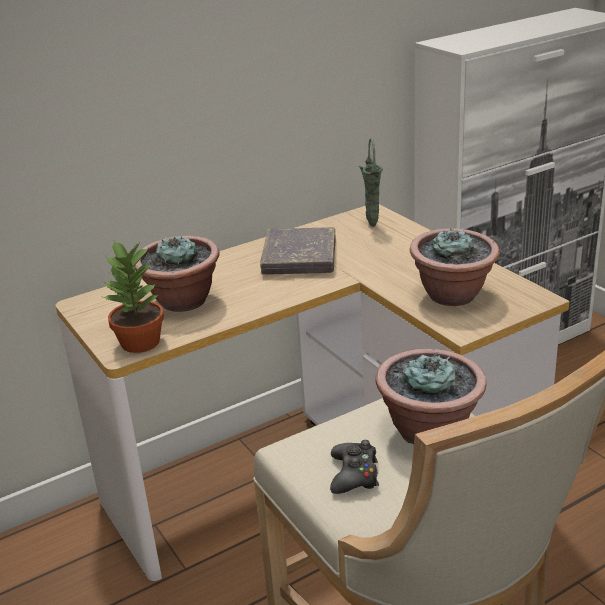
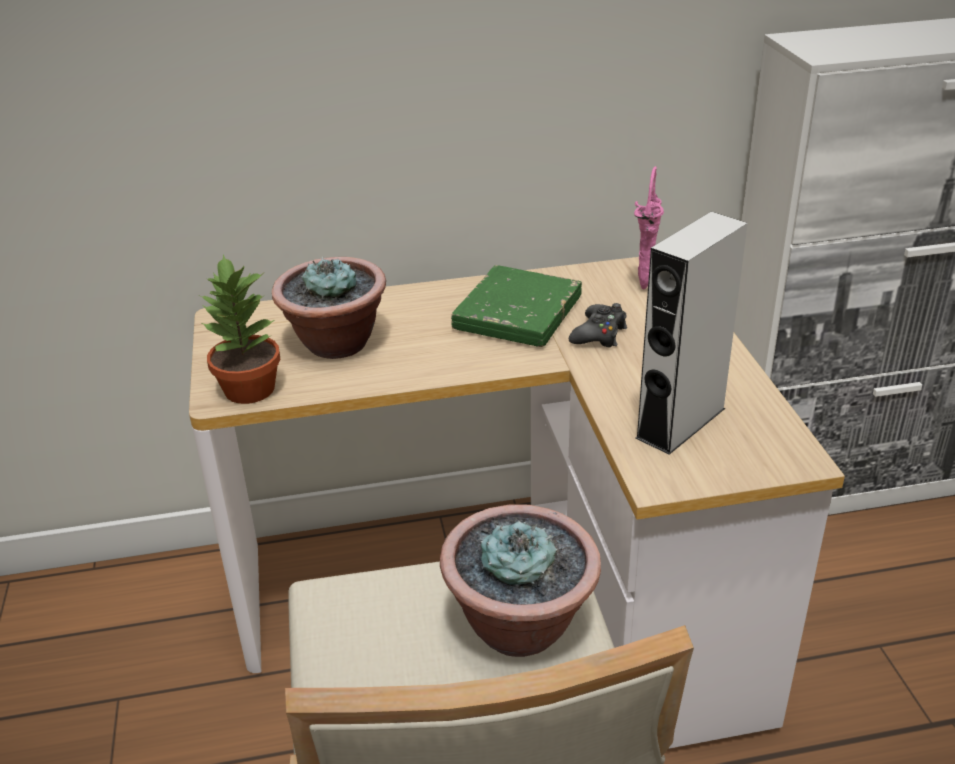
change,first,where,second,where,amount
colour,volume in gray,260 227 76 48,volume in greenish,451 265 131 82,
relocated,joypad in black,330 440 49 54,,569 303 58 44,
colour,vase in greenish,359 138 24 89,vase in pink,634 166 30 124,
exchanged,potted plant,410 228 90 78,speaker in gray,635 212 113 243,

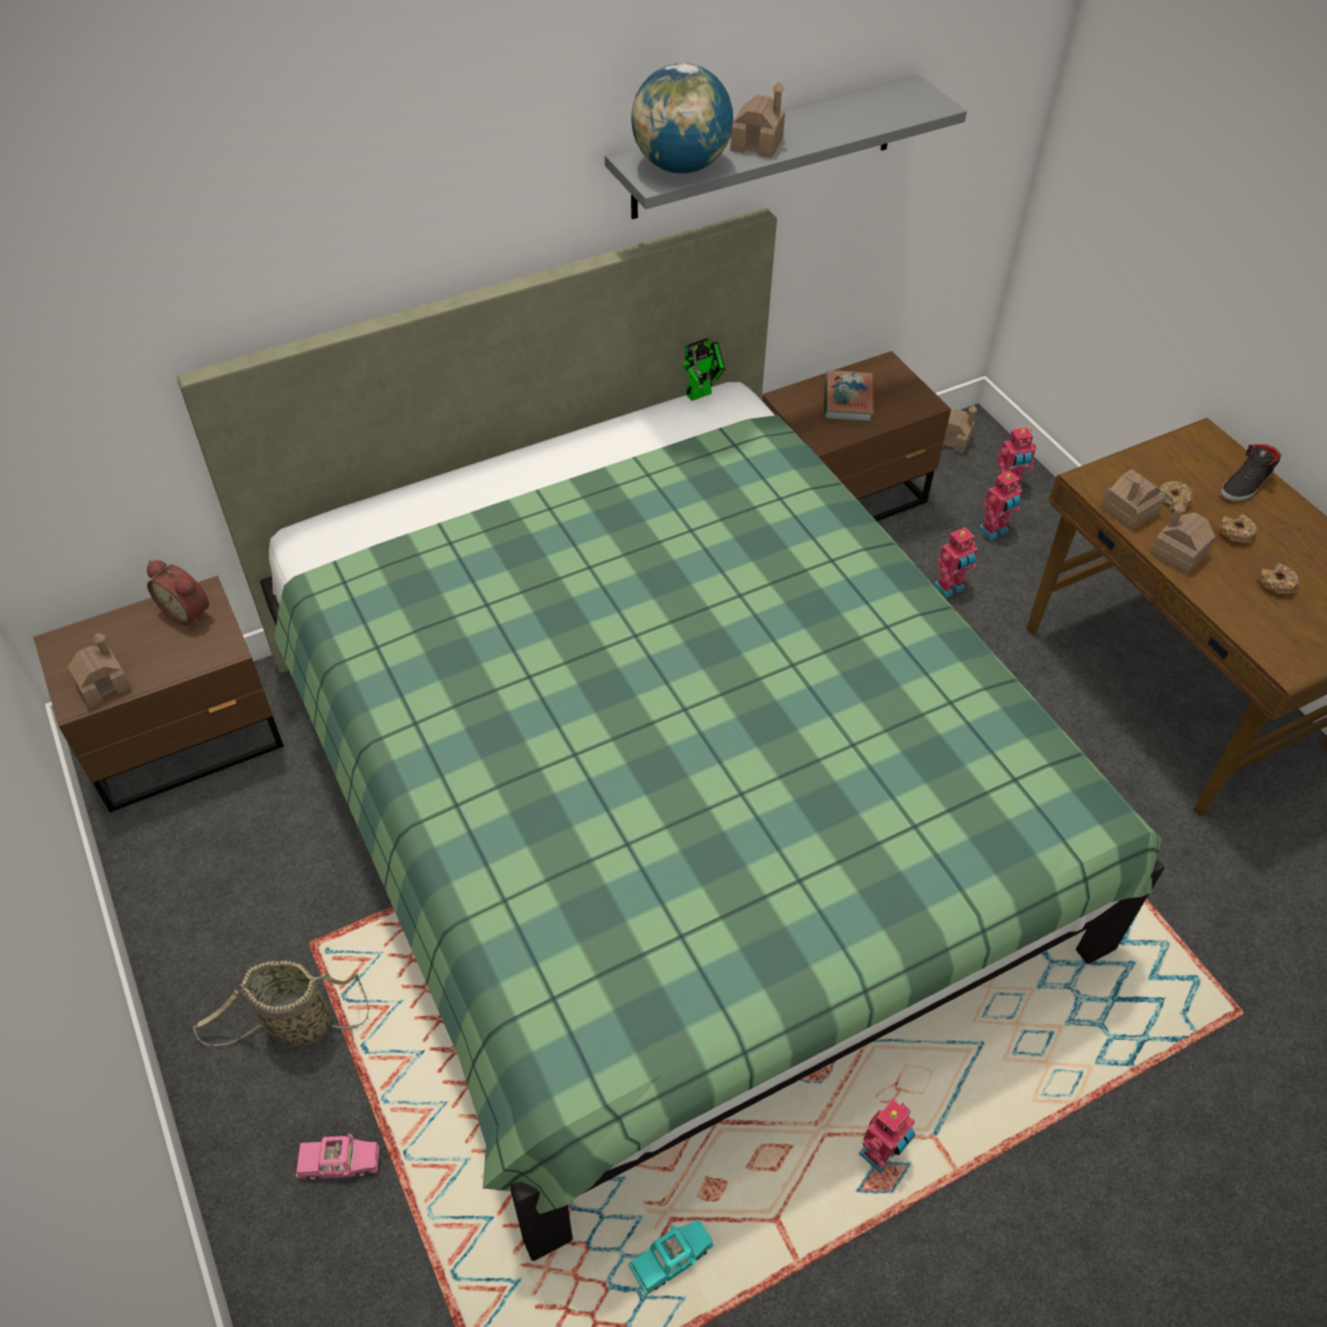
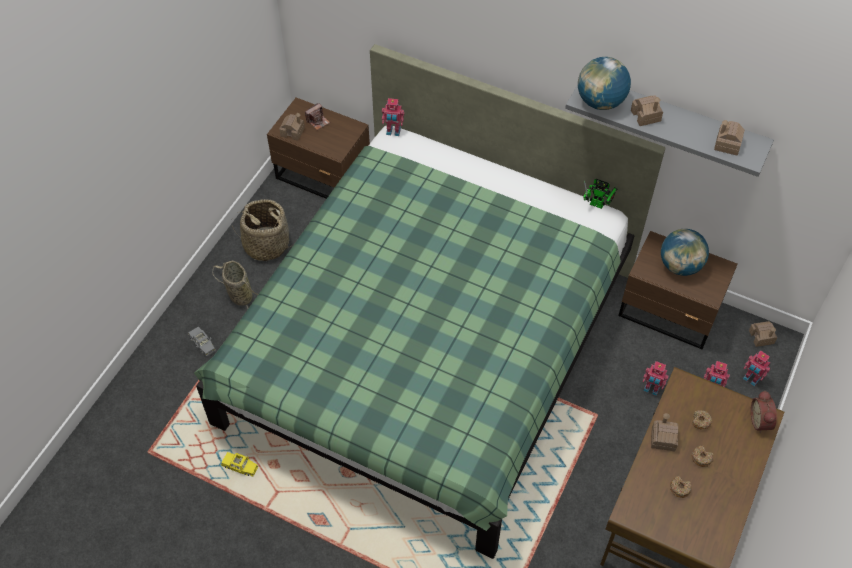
change,first,where,second,where,amount
colour,toy car in pink,296 1133 84 47,toy car in gray,188 326 28 31,
colour,toy car in blue-green,628 1219 86 76,toy car in yellowish,221 452 37 25,
appeared,,,storage basket,232 199 62 62,
appeared,,,still camera,305 103 25 27,
relocated,toy robot,859 1099 56 73,,382 98 22 38,
exchanged,volume,824 371 50 51,globe,661 229 48 47,
relocated,toy house,1101 469 64 61,,714 120 31 36,
relocated,alarm clock,147 560 62 65,,751 391 26 42,
missing,low shoe in black,1220 444 61 57,,,

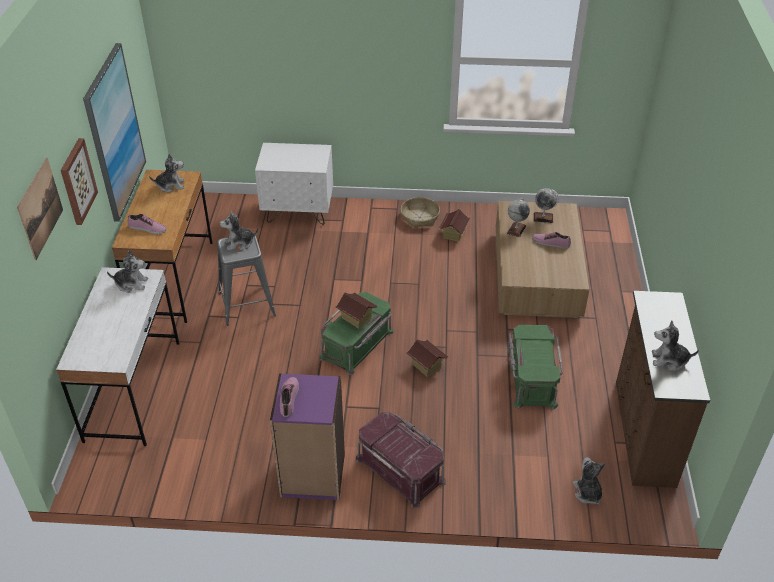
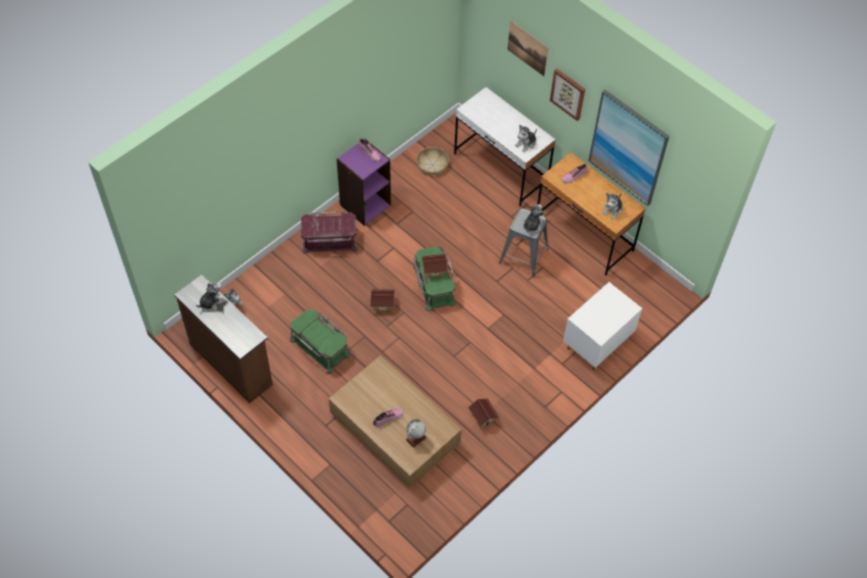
change,first,where,second,where,amount
relocated,storage basket,401 197 39 31,,416 147 33 28,
missing,globe,507 198 23 39,,,

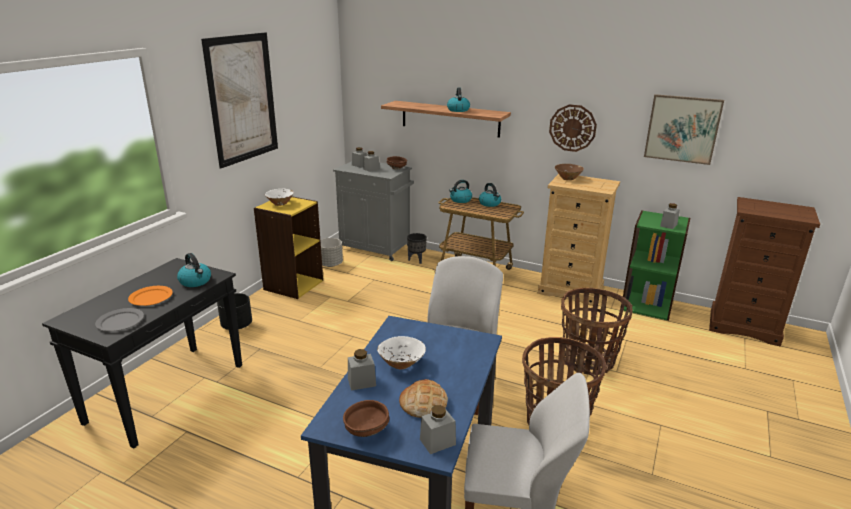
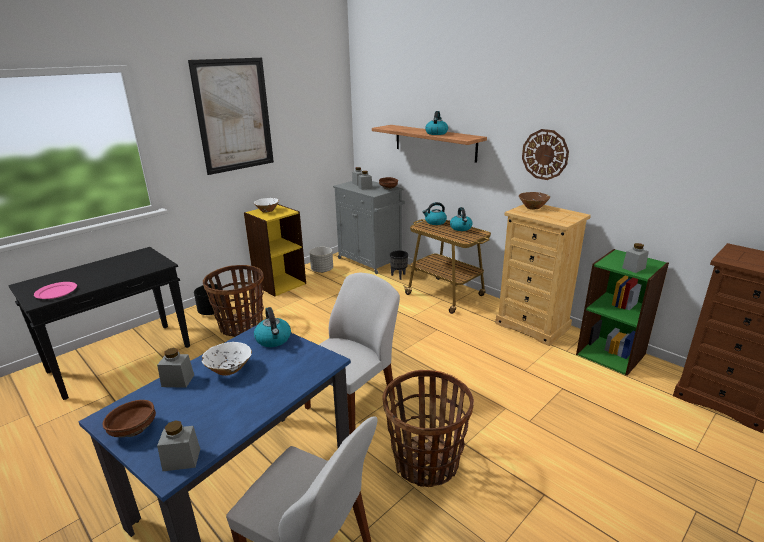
change,first,where,second,where,amount
colour,plate in gray,95 308 49 23,plate in pink,34 282 43 17,
relocated,storage basket,561 287 72 88,,203 265 61 72,
relocated,tea kettle,177 253 34 34,,254 307 37 40,
missing,plate in orange,128 286 45 20,,,
missing,baked bread,399 379 49 39,,,
missing,wall art,644 94 80 71,,,

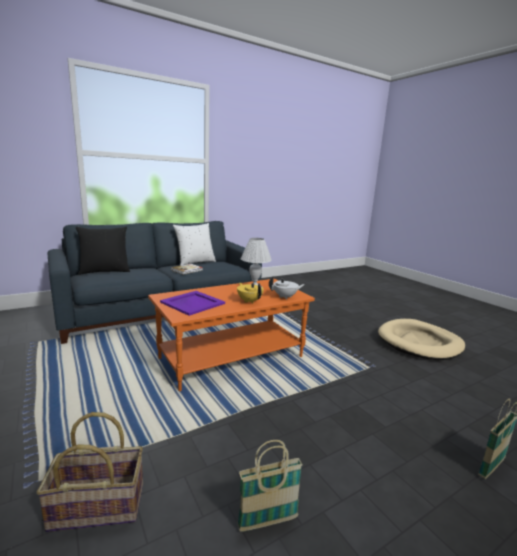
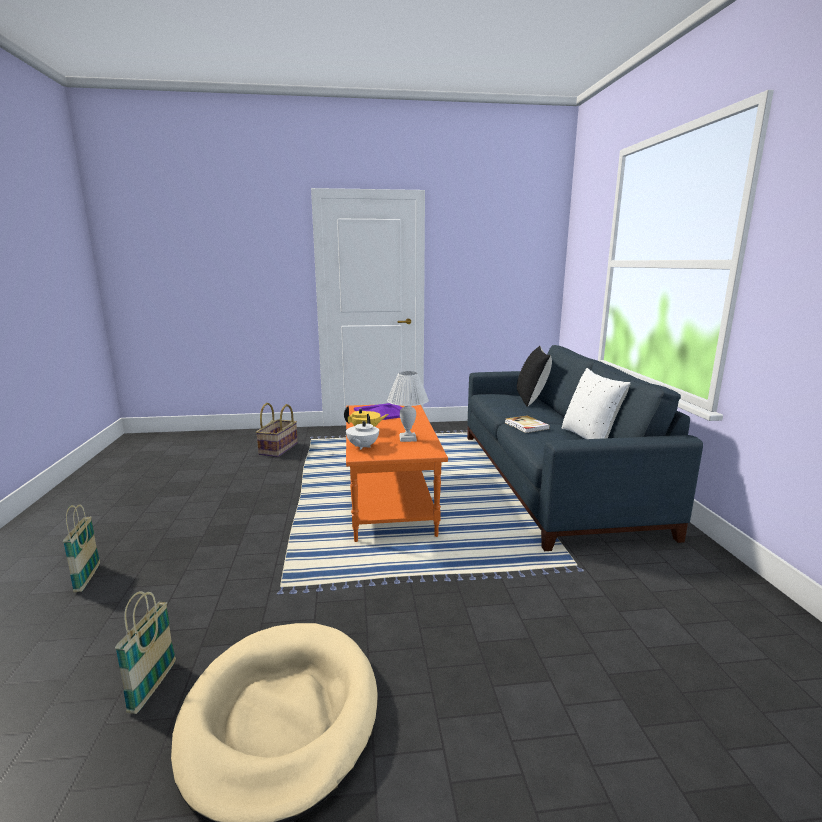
change,first,where,second,where,amount
relocated,storage basket,237 440 66 92,,115 591 61 123,

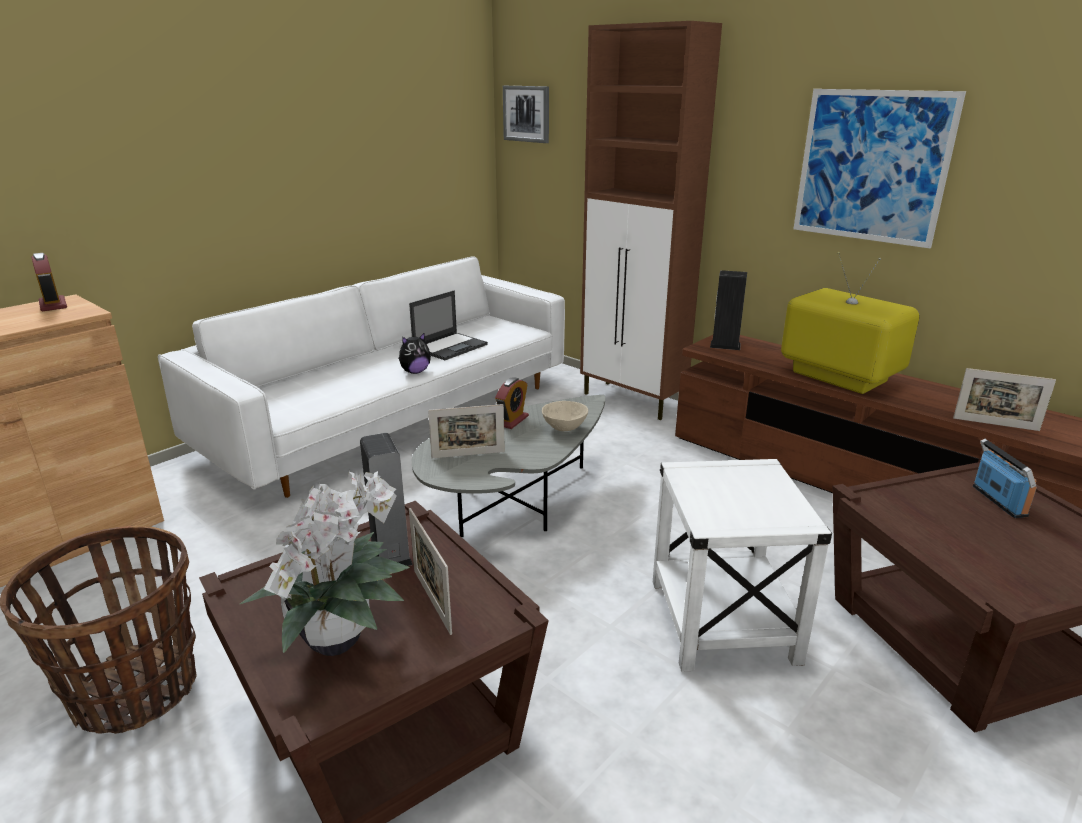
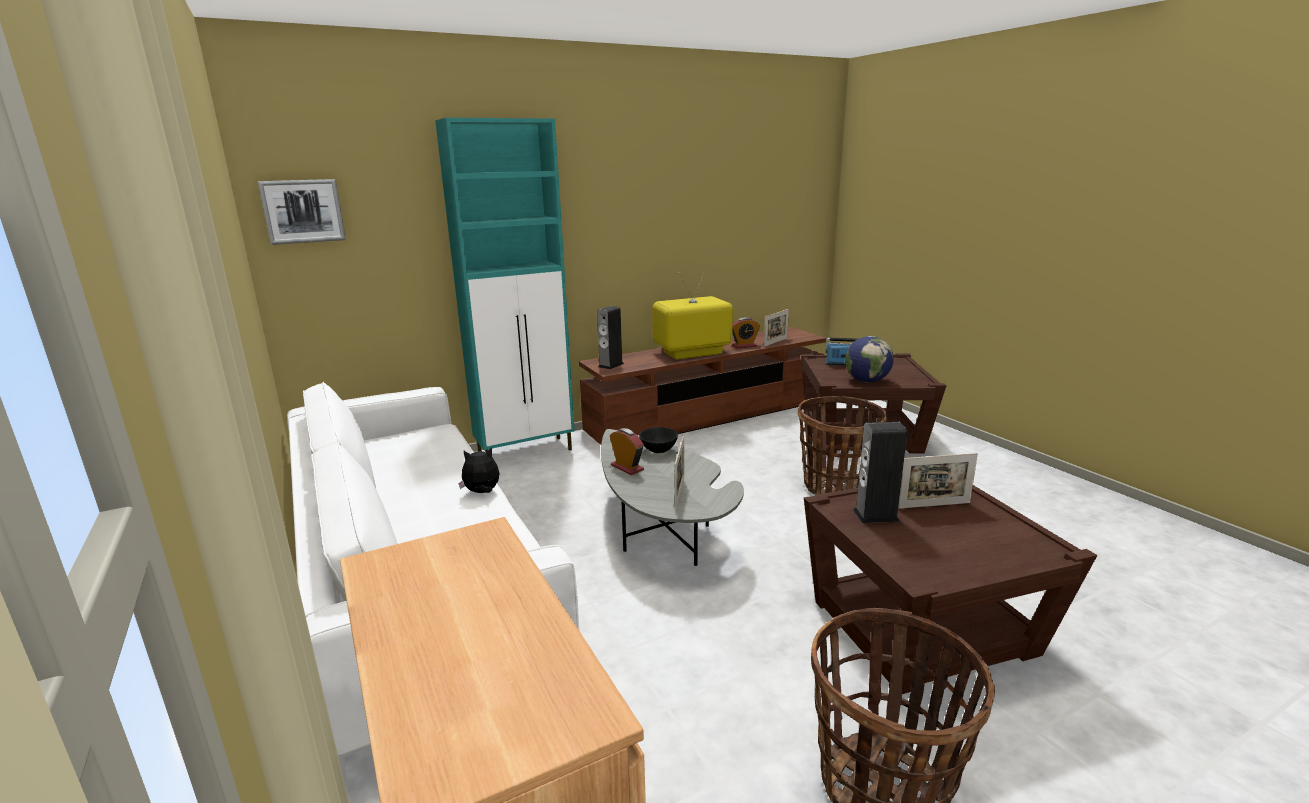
change,first,where,second,where,amount
colour,cupboard in brownish,580 21 142 399,cupboard in blue-green,435 118 140 334,
spun,soft toy,399 332 32 42,,459 447 40 46,90 degrees counterclockwise
colour,serving bowl in sand-coloured,542 401 46 30,serving bowl in black,639 427 39 26,
relocated,alarm clock,32 253 35 58,,732 317 28 31,
exchanged,side table in white,653 459 179 213,storage basket,798 396 89 100,
appeared,,,globe,845 336 49 47,
missing,potted plant,240 468 170 188,,,
missing,portable computer,409 290 79 70,,,
missing,wall art,794 89 172 159,,,

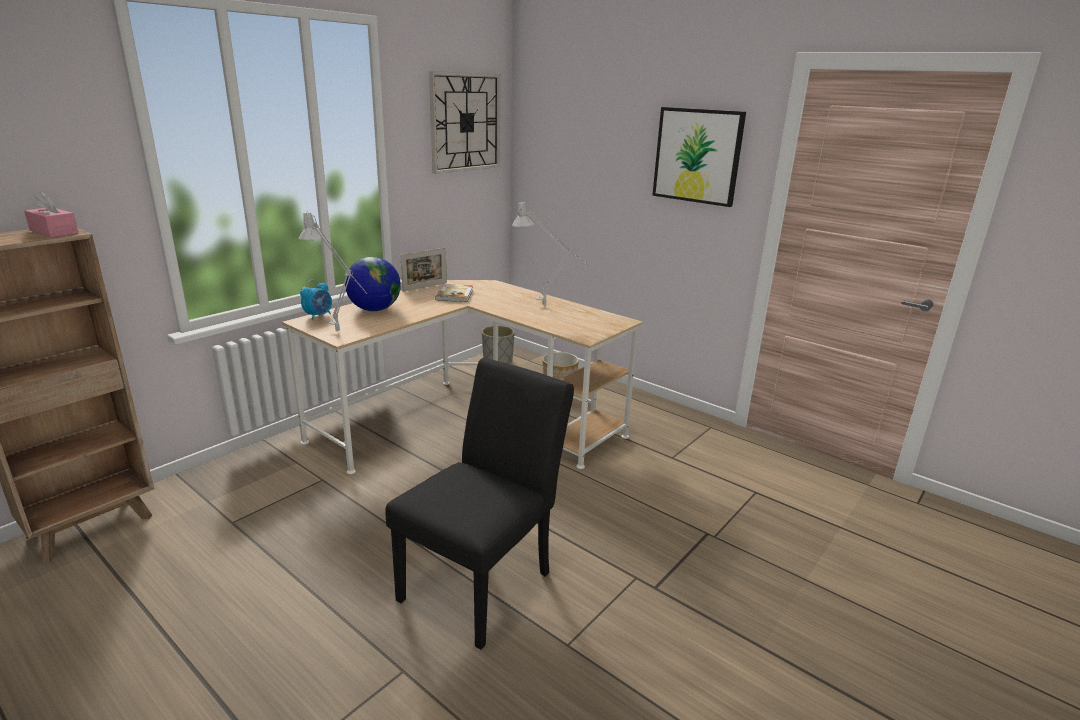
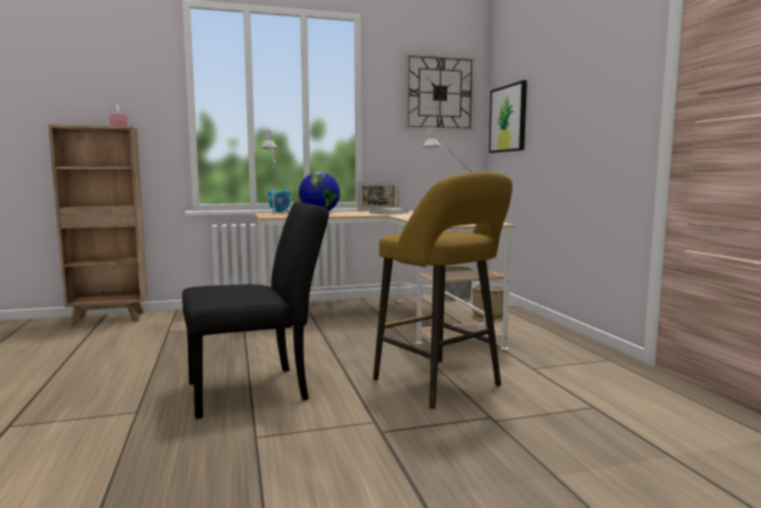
change,first,where,second,where,amount
appeared,,,stool in yellowish,373 172 140 237,
relocated,wall art,652 107 94 100,,489 80 38 73,

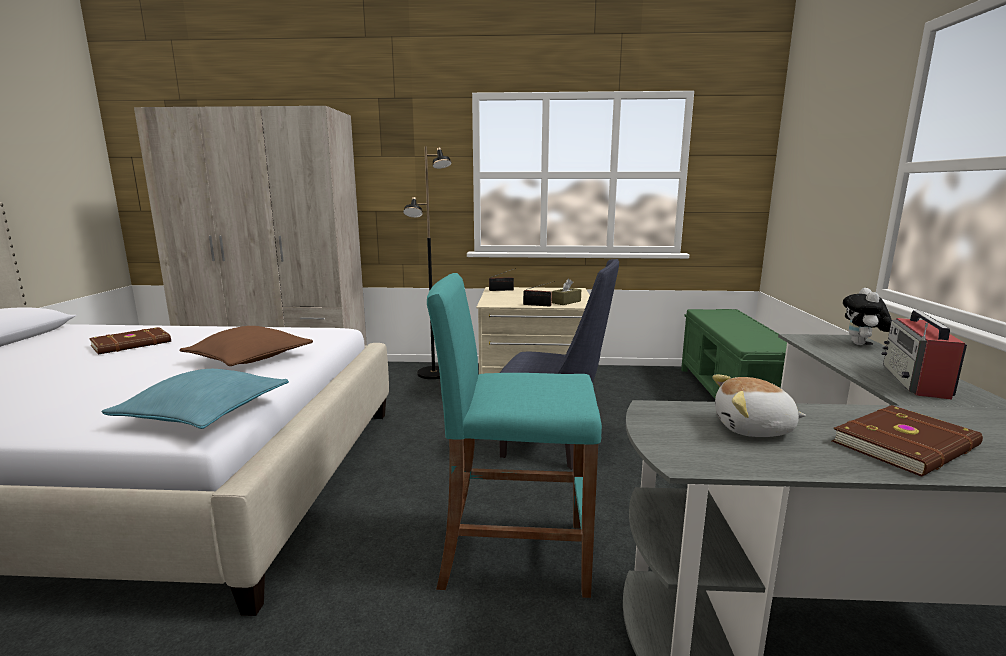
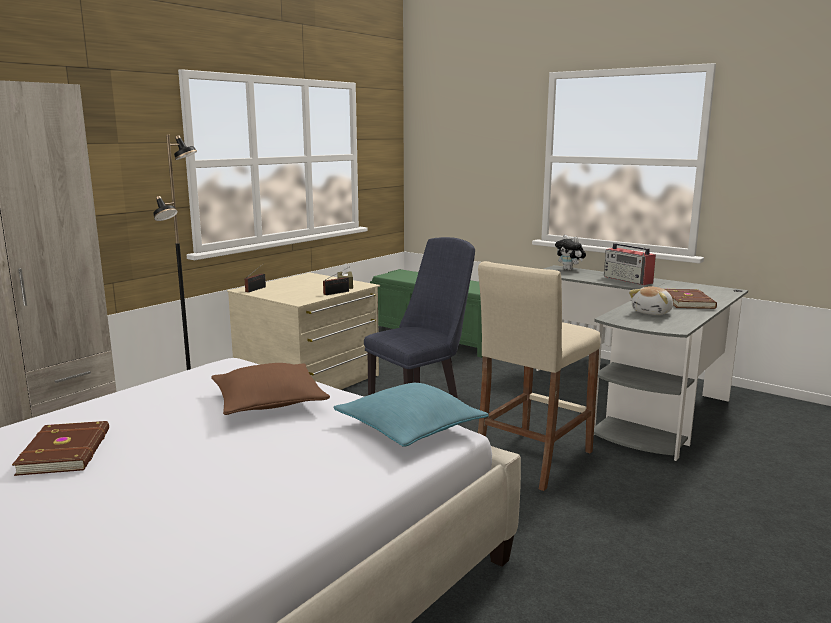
change,first,where,second,where,amount
colour,stool in blue-green,427 273 175 325,stool in sand-coloured,478 261 122 230,

